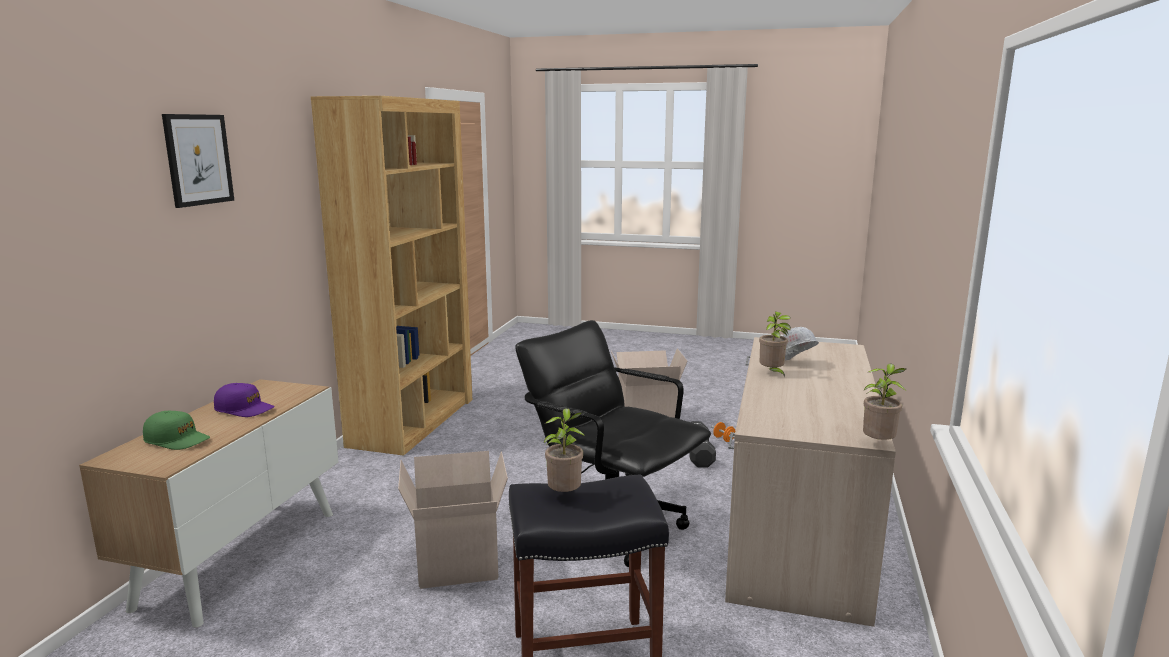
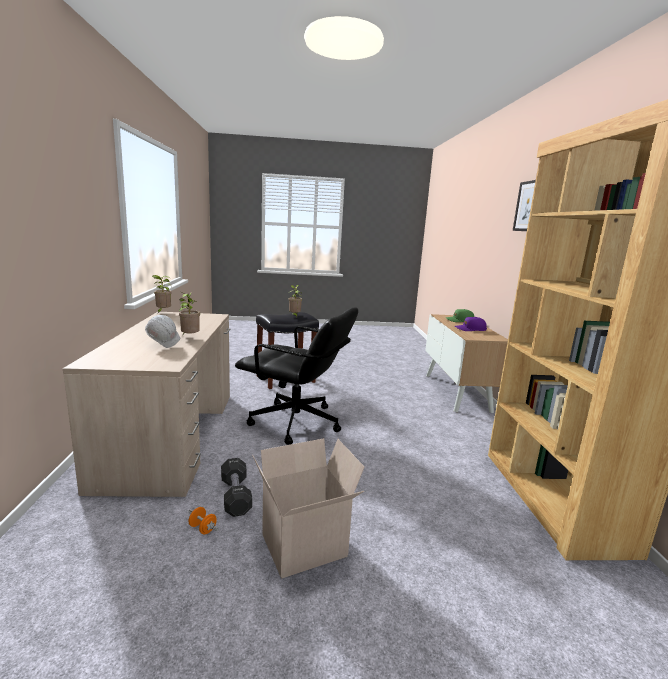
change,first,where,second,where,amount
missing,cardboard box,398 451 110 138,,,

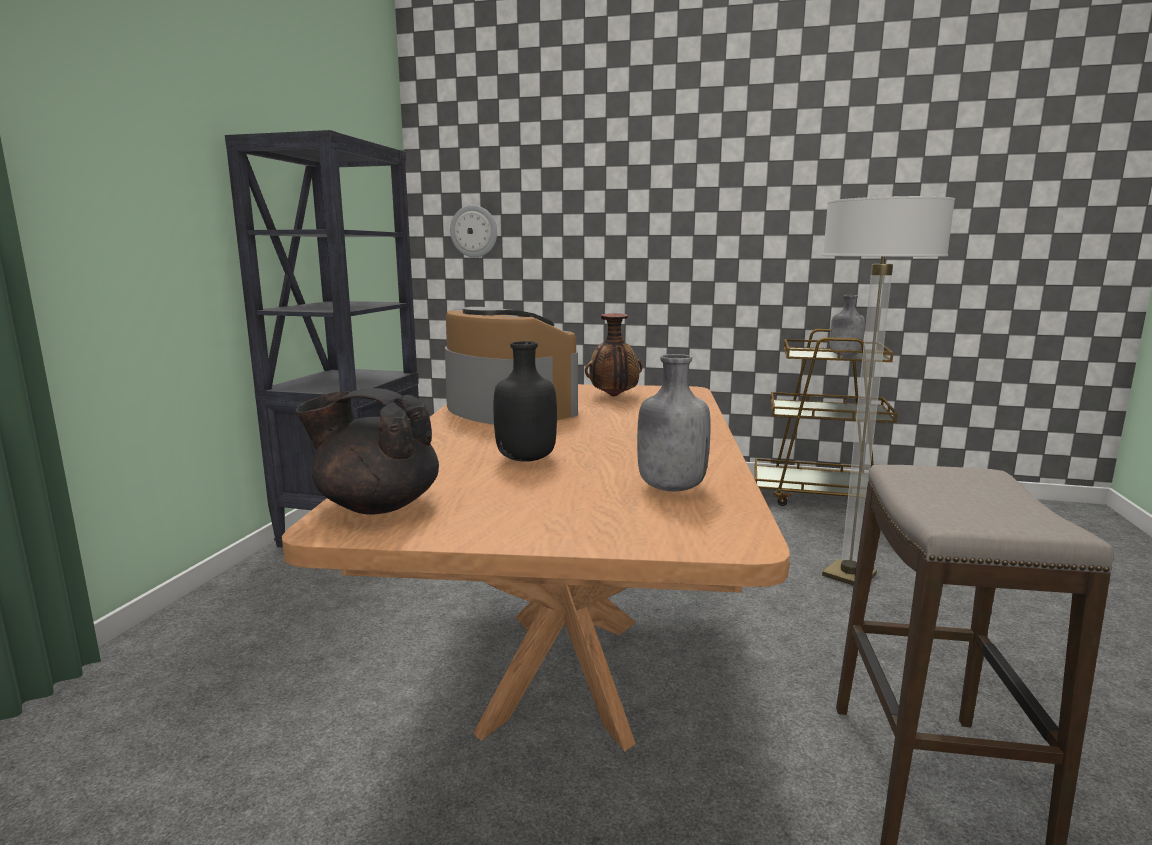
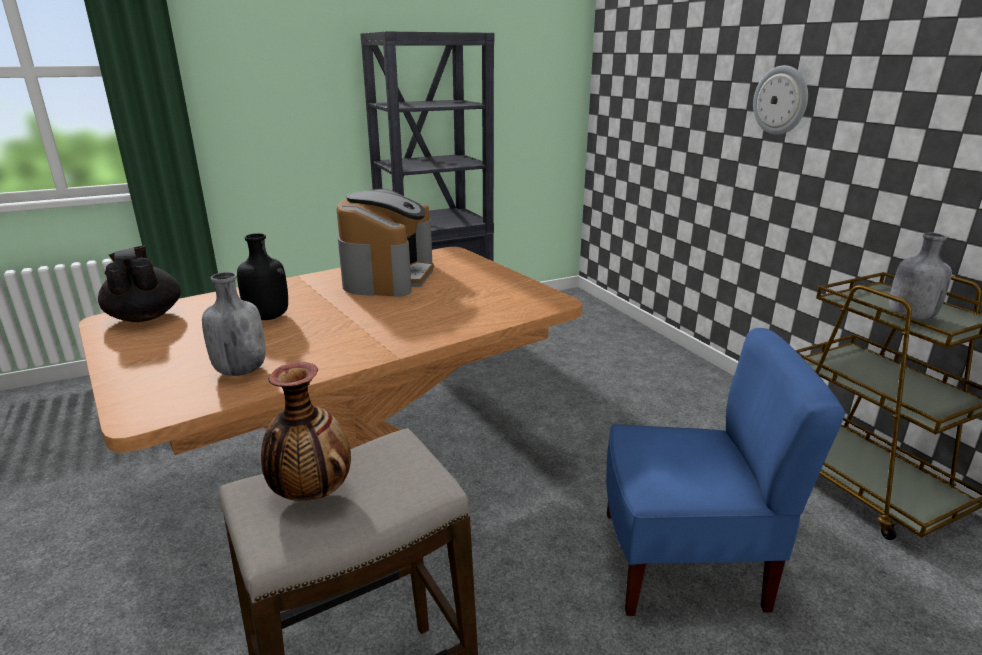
change,first,where,second,where,amount
relocated,vase,585 313 57 84,,261 362 90 139,
exchanged,standing lamp,822 196 133 390,plain chair in blue,606 328 239 288,
relocated,hanging clock,450 205 47 52,,753 65 55 70,

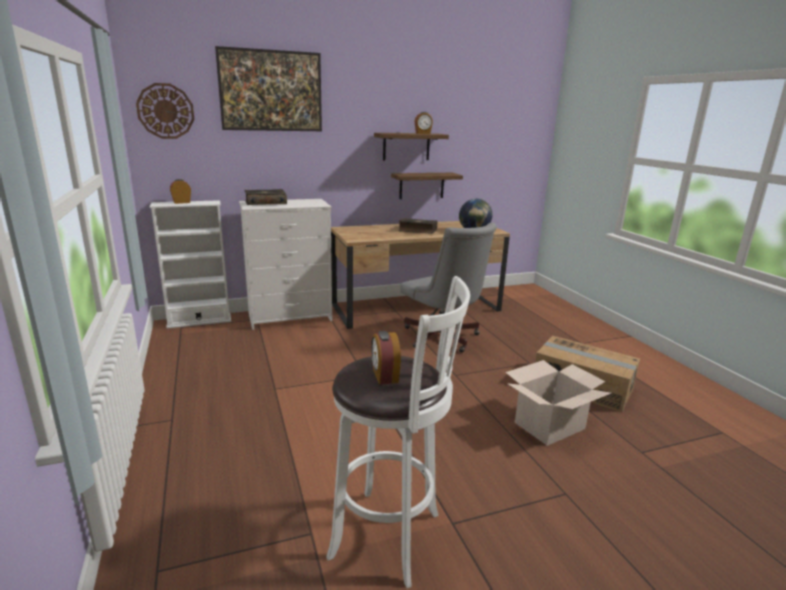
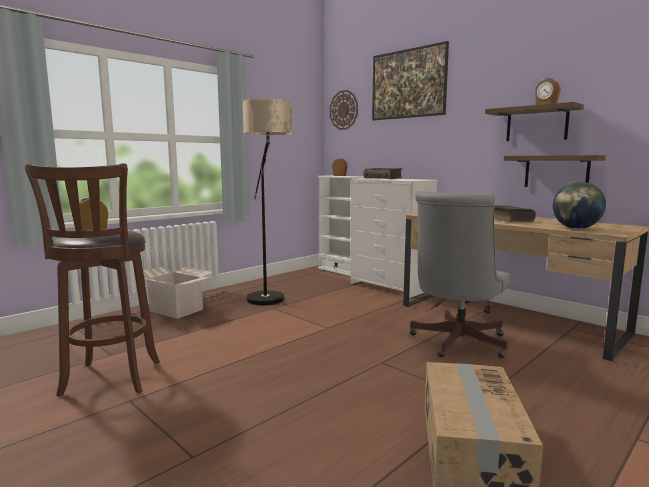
change,first,where,second,where,amount
colour,stool in white,326 276 144 312,stool in brownish,25 163 135 234,
relocated,cardboard box,505 360 106 86,,133 266 80 53,
appeared,,,standing lamp,243 99 49 206,

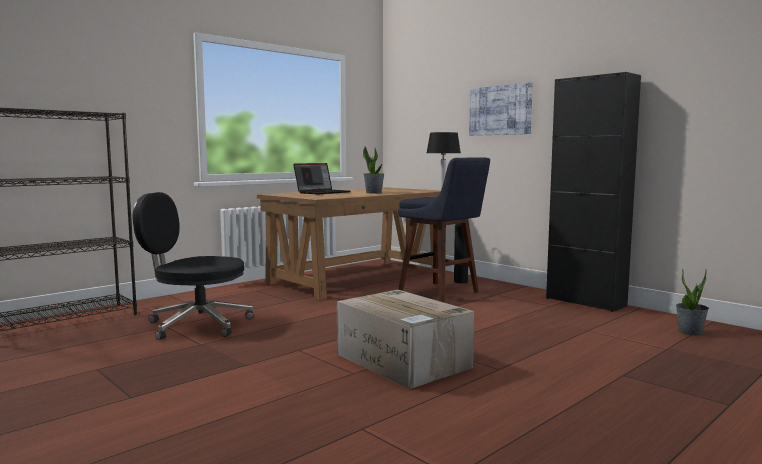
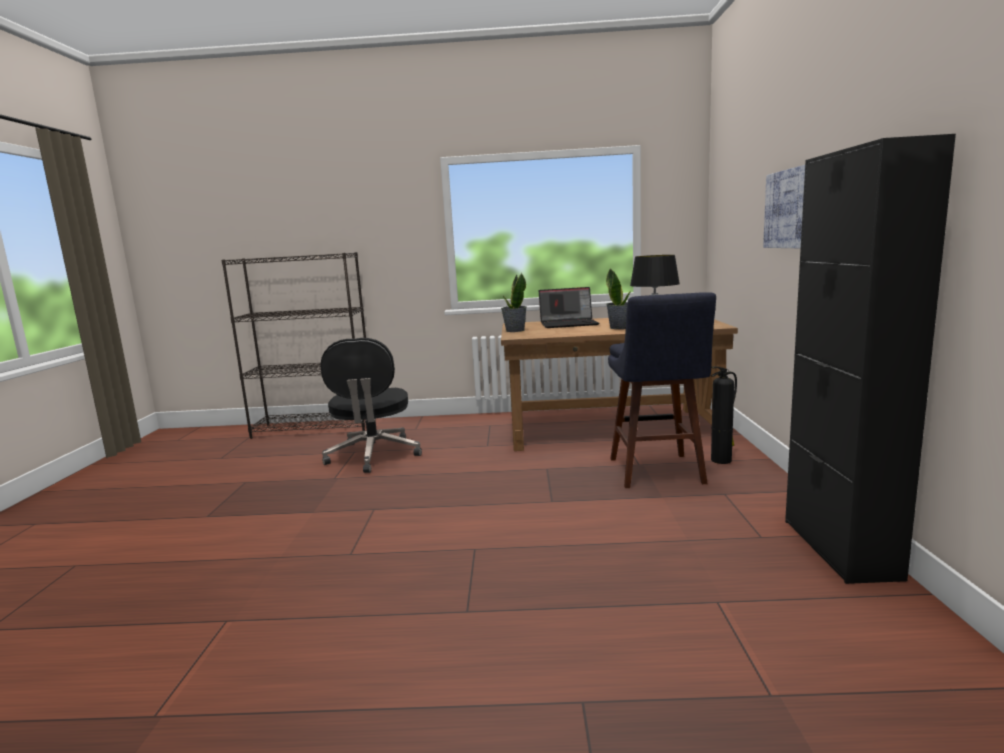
change,first,where,second,where,amount
spun,desk chair in black,133 192 120 148,,321 338 101 135,150 degrees counterclockwise
relocated,potted plant,676 269 33 67,,501 273 26 59,
missing,cardboard box,337 290 137 99,,,

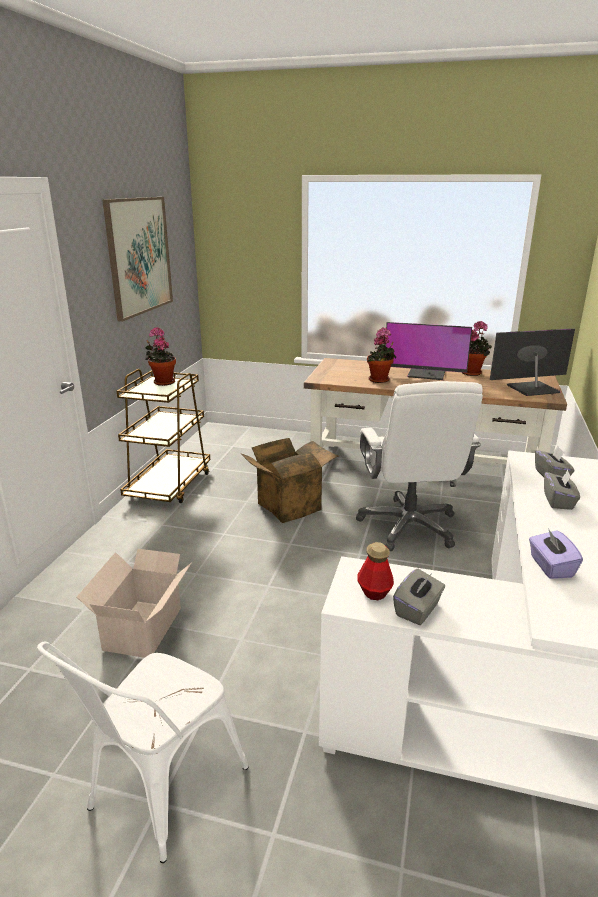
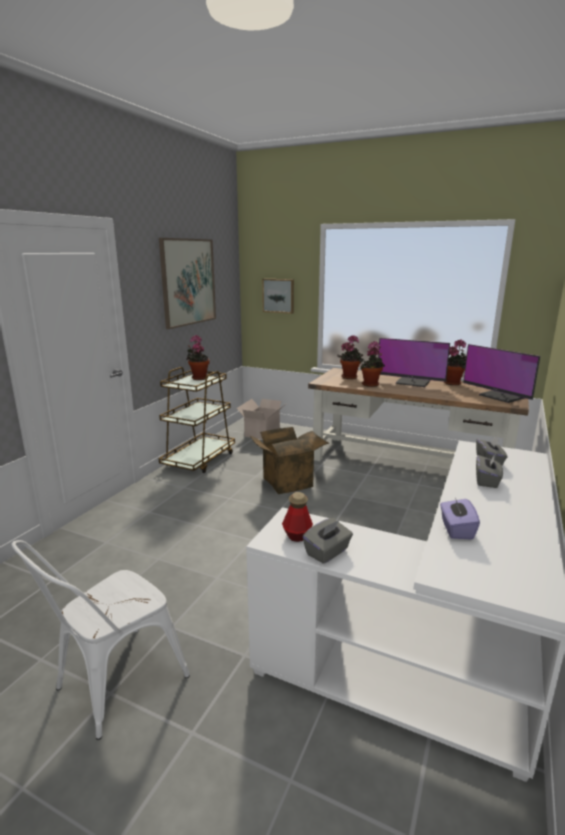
change,first,where,second,where,amount
relocated,cardboard box,77 549 115 109,,237 399 50 40,
appeared,,,wall art,262 279 32 35,
appeared,,,potted plant,337 335 27 44,
spun,computer screen,490 328 85 68,,463 344 77 59,120 degrees counterclockwise
missing,desk chair in white,356 381 127 170,,,

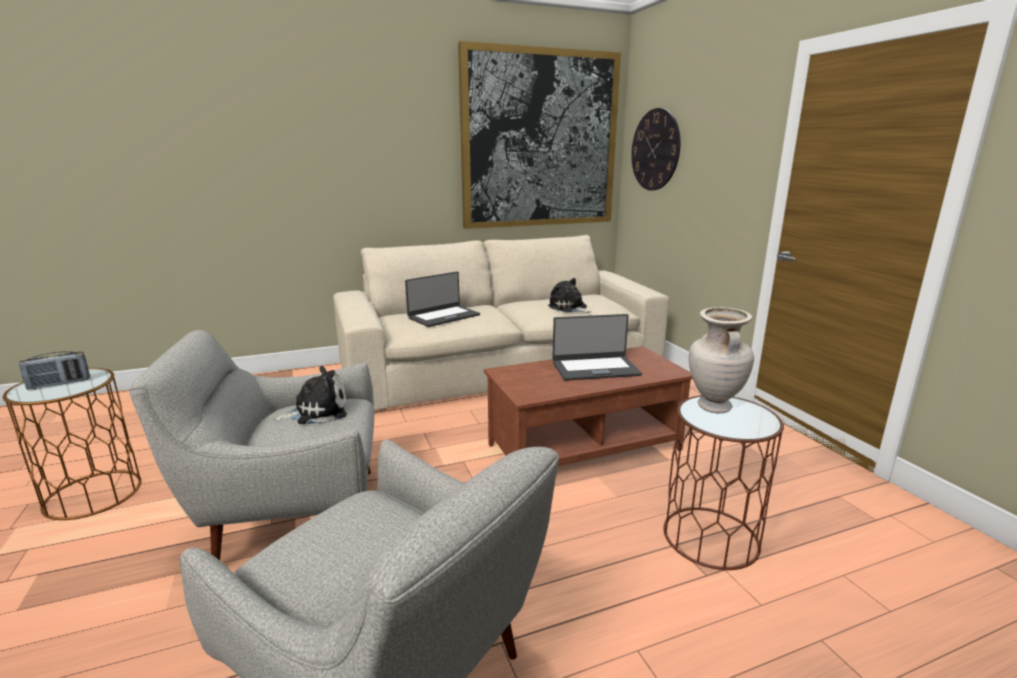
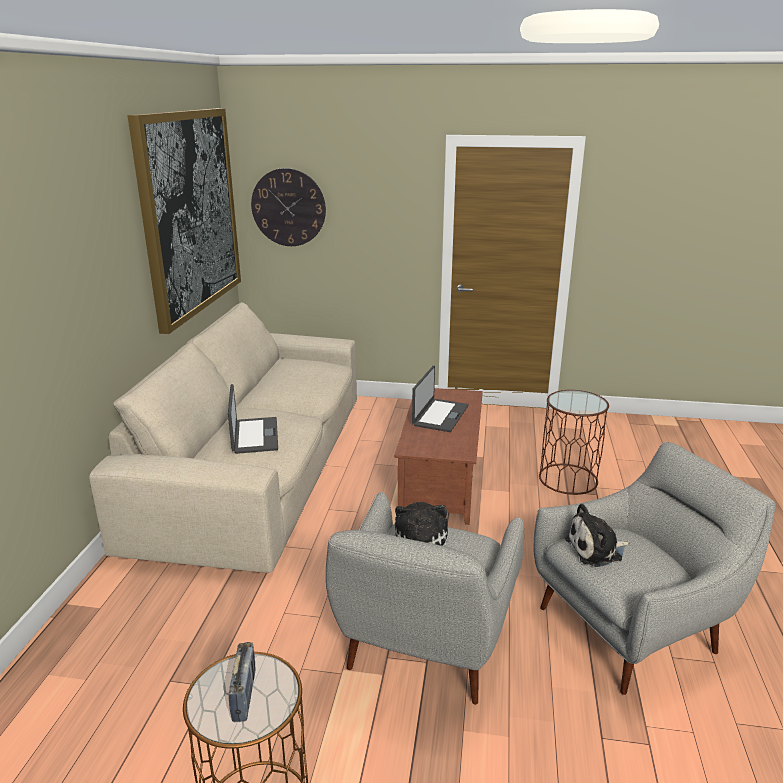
change,first,where,second,where,amount
relocated,soft toy,548 278 43 35,,565 504 65 63,
missing,vase in sand-coloured,689 307 65 106,,,

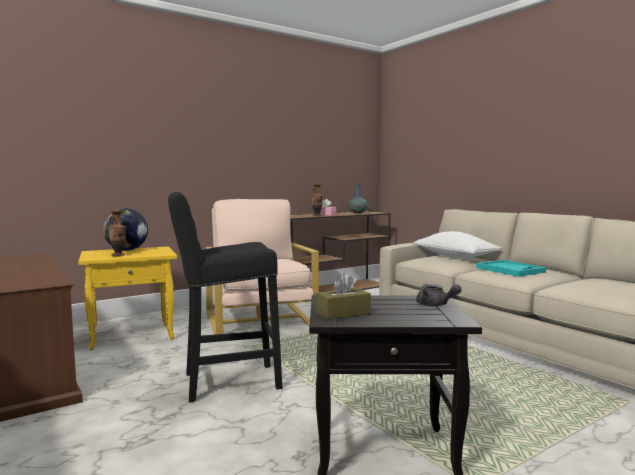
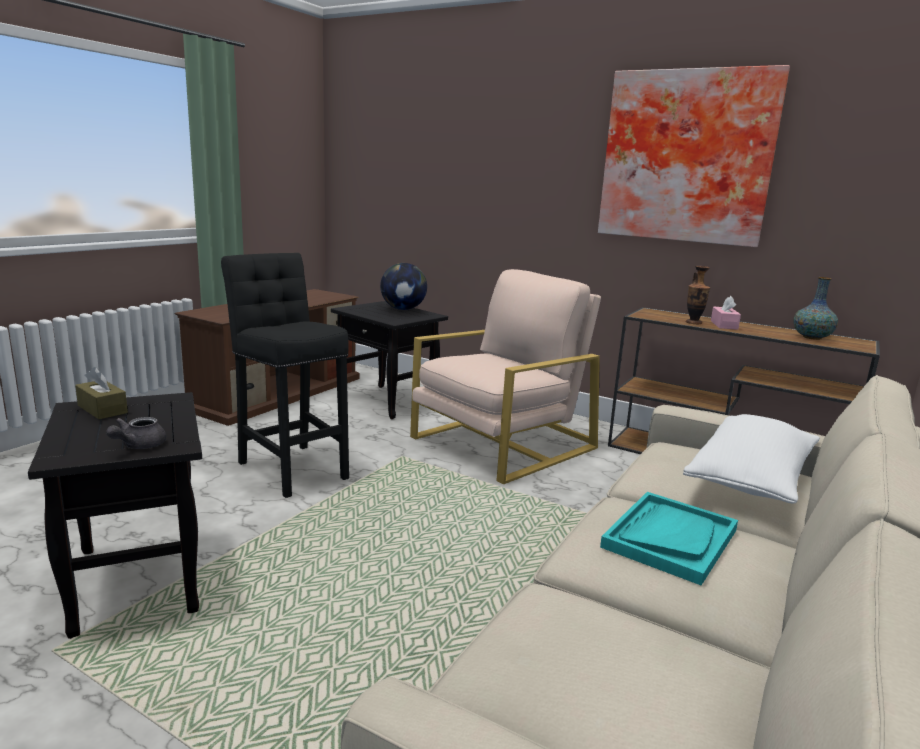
change,first,where,second,where,amount
colour,side table in yellowish,78 246 99 105,side table in black,331 301 117 118,
appeared,,,wall art,598 65 192 182,
missing,vase,108 211 18 45,,,

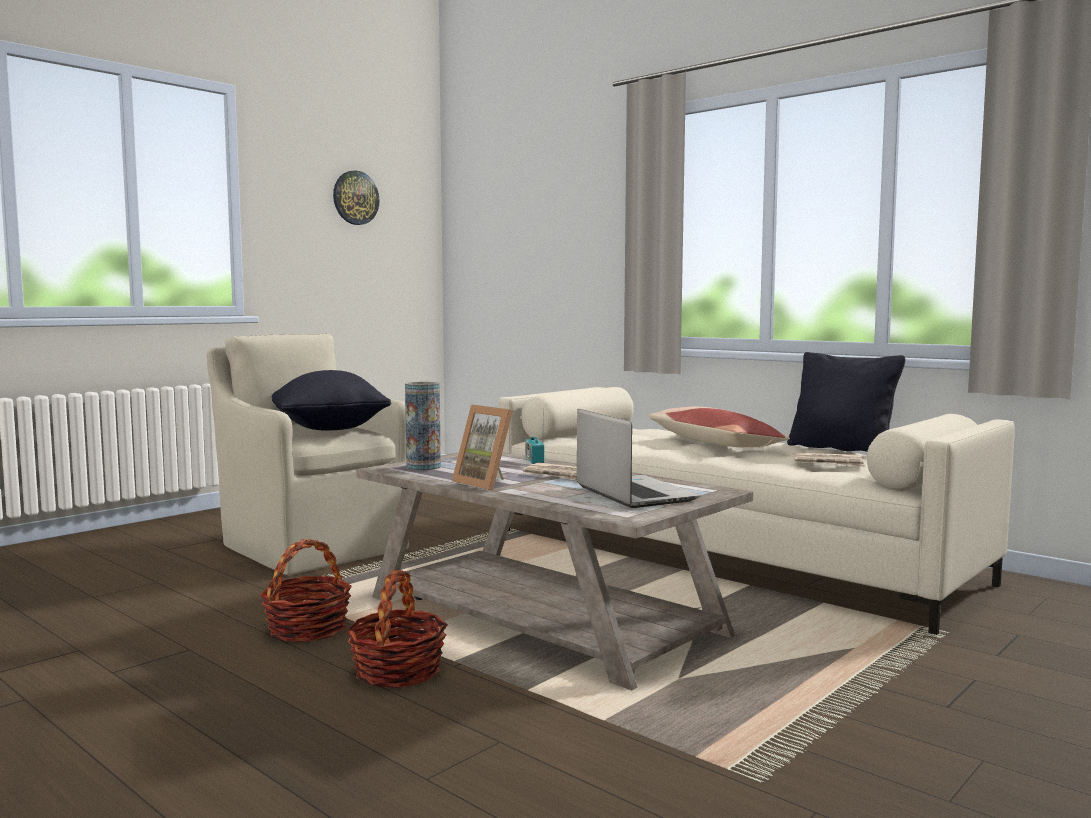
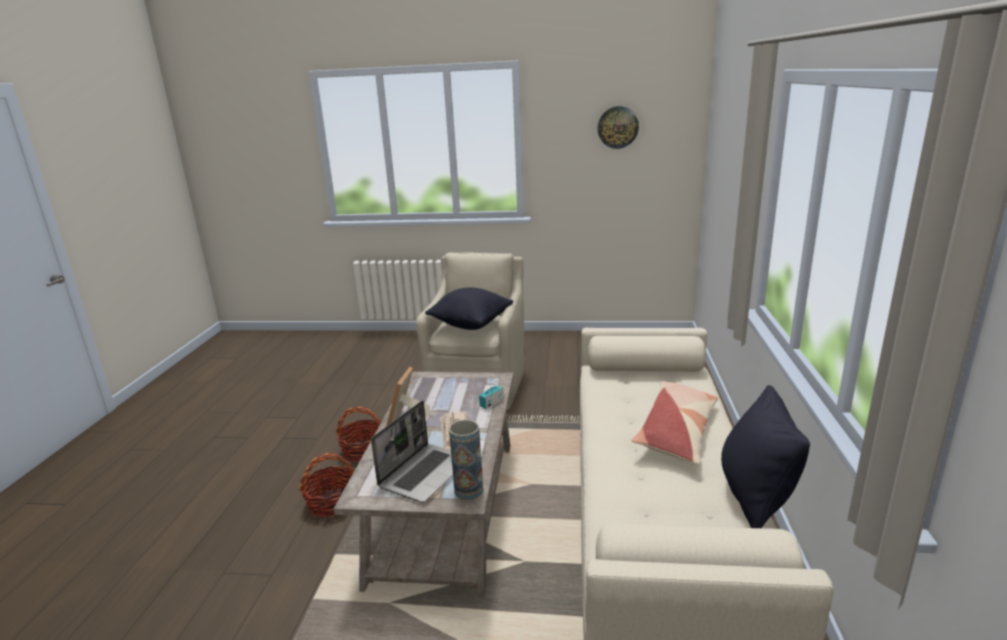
change,first,where,second,where,amount
relocated,vase,405 382 36 89,,449 420 34 80,
missing,daily paper,793 453 73 14,,,

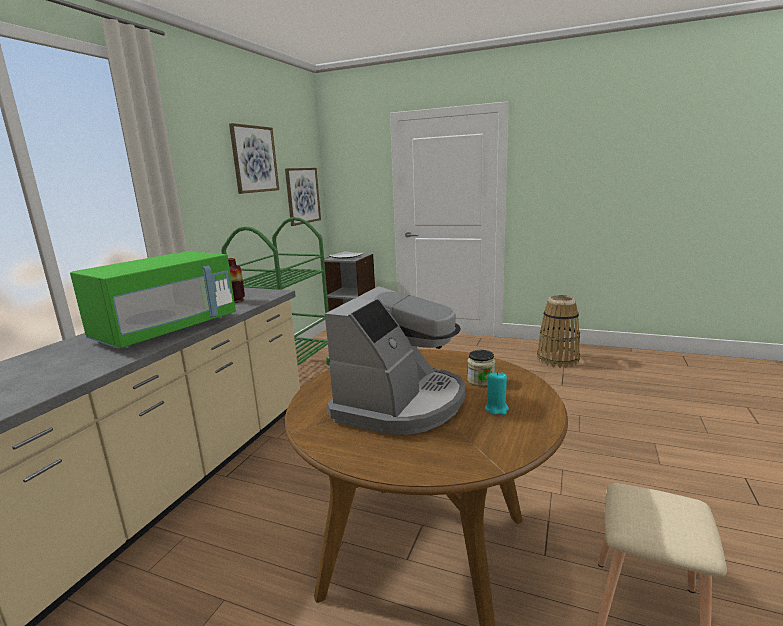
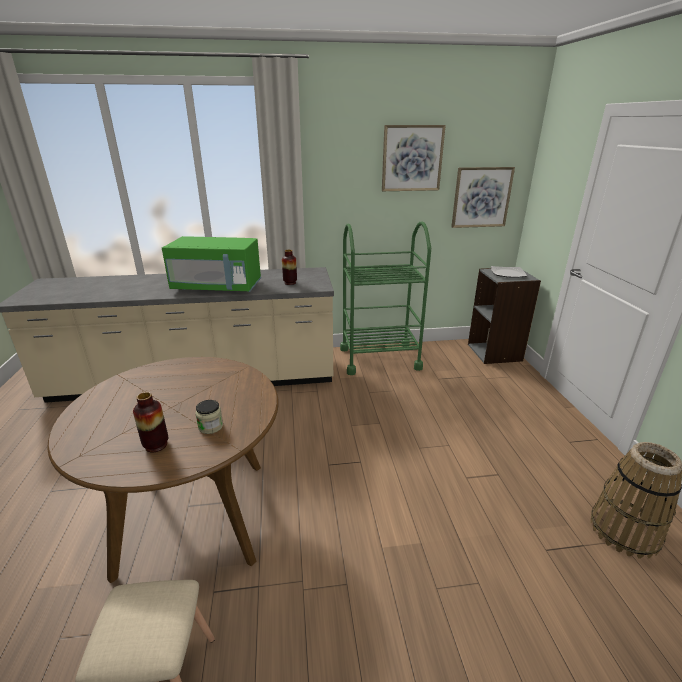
change,first,where,second,where,amount
exchanged,wax candle in blue-green,485 371 24 44,vase,133 392 35 60,
missing,coffee brewer,325 286 141 149,,,

